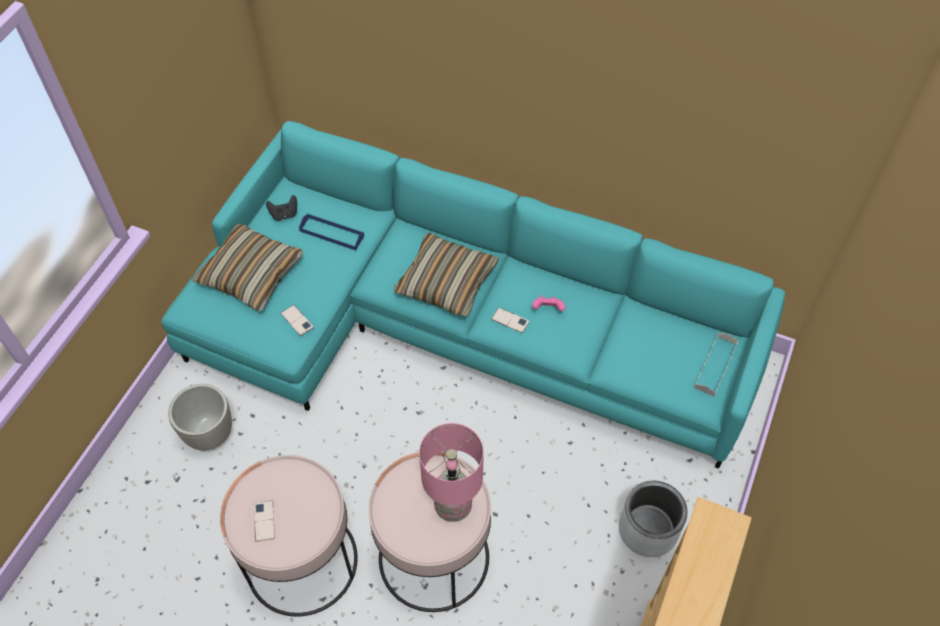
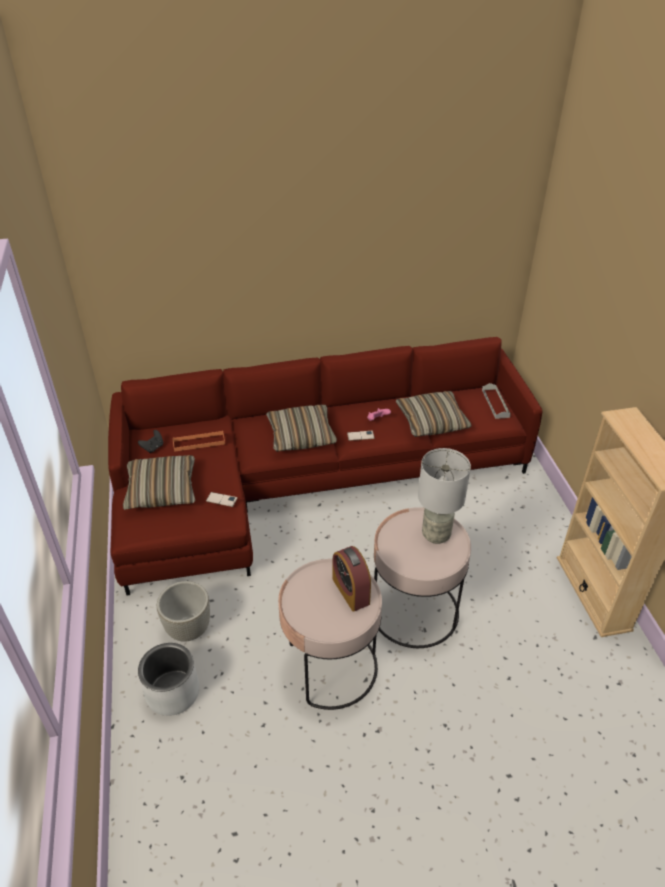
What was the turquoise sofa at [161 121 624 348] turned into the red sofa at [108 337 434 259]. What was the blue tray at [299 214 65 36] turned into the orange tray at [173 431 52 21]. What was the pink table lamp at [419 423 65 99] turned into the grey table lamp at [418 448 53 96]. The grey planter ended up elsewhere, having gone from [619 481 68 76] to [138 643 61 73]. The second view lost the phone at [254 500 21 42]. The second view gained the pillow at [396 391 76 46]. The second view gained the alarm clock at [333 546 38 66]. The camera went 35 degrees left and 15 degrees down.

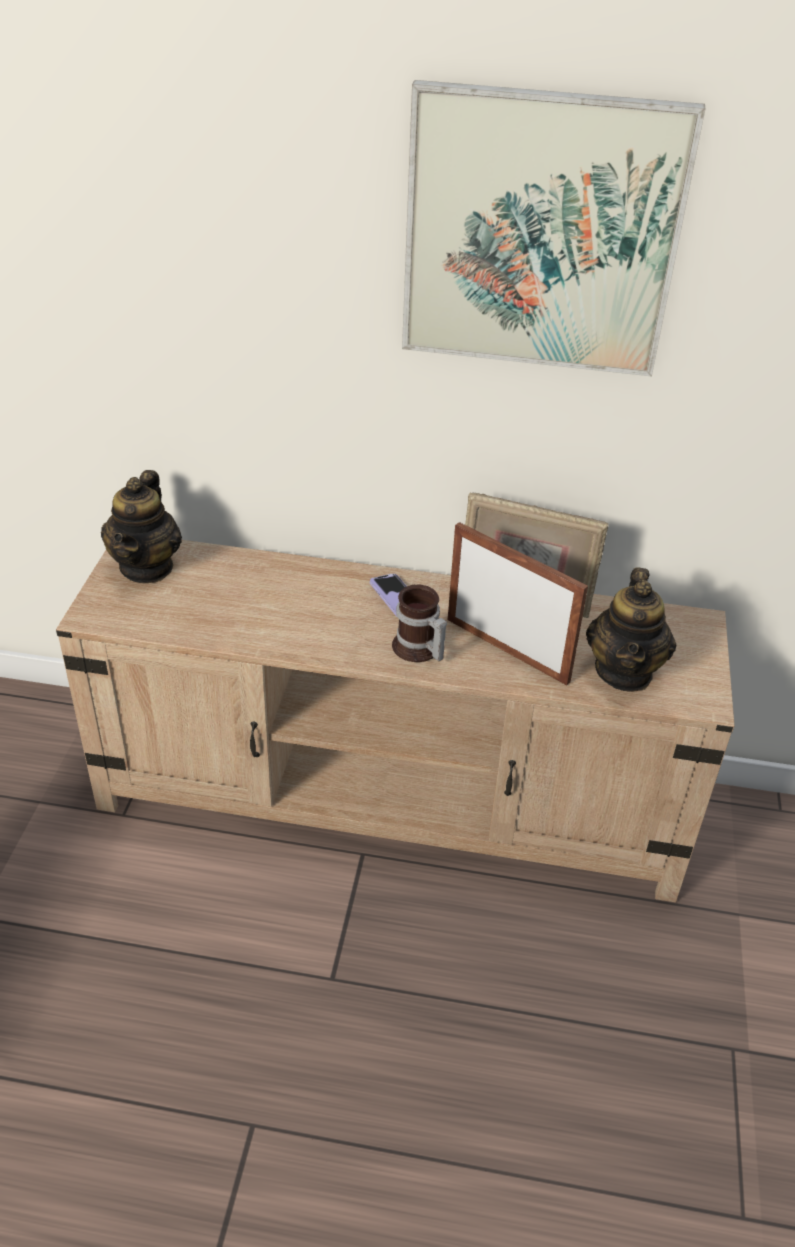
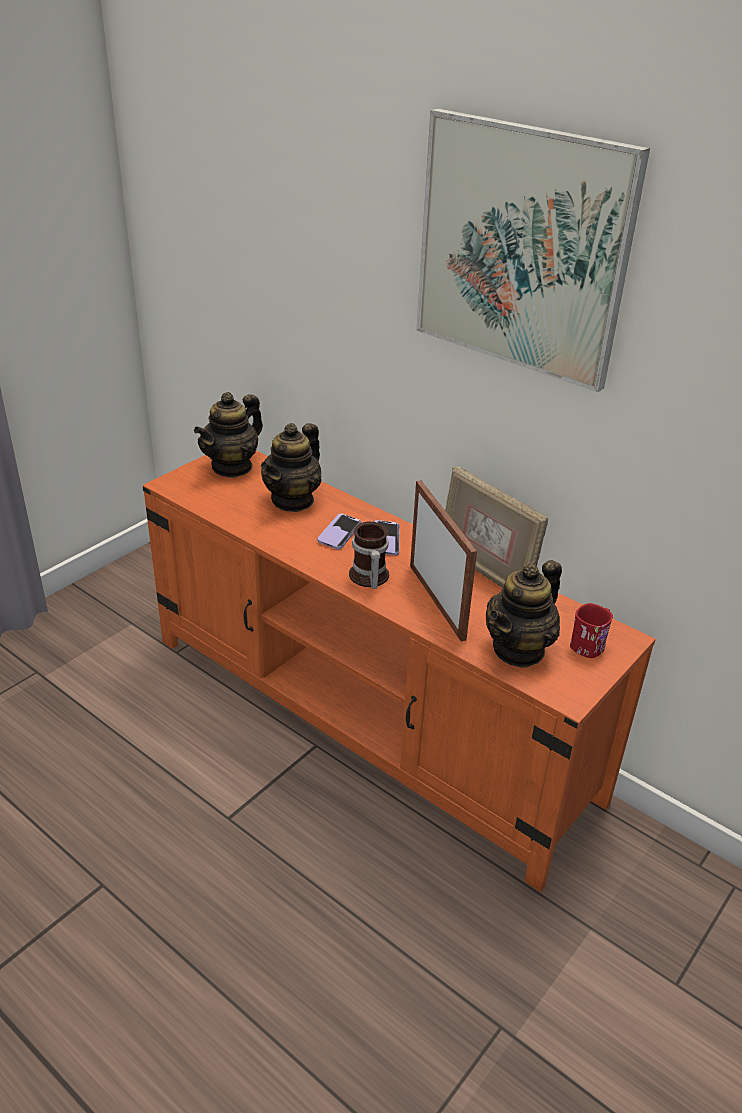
What was the beige tv stand at [56 540 679 362] turned into the orange tv stand at [143 451 513 441]. The second view gained the teapot at [261 423 61 89]. The second view gained the phone at [317 514 44 35]. The second view gained the red mug at [570 603 43 55]. The camera went 30 degrees right and 5 degrees down.

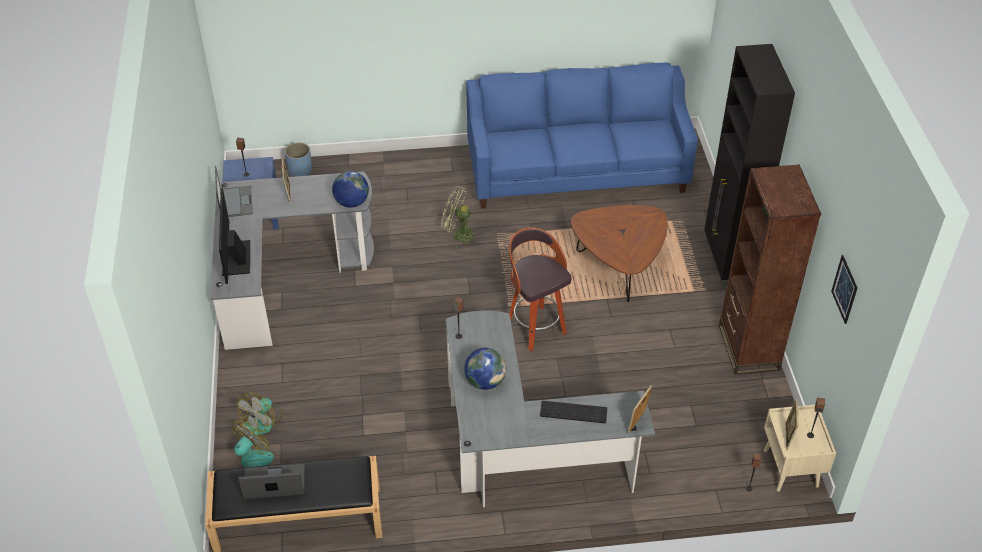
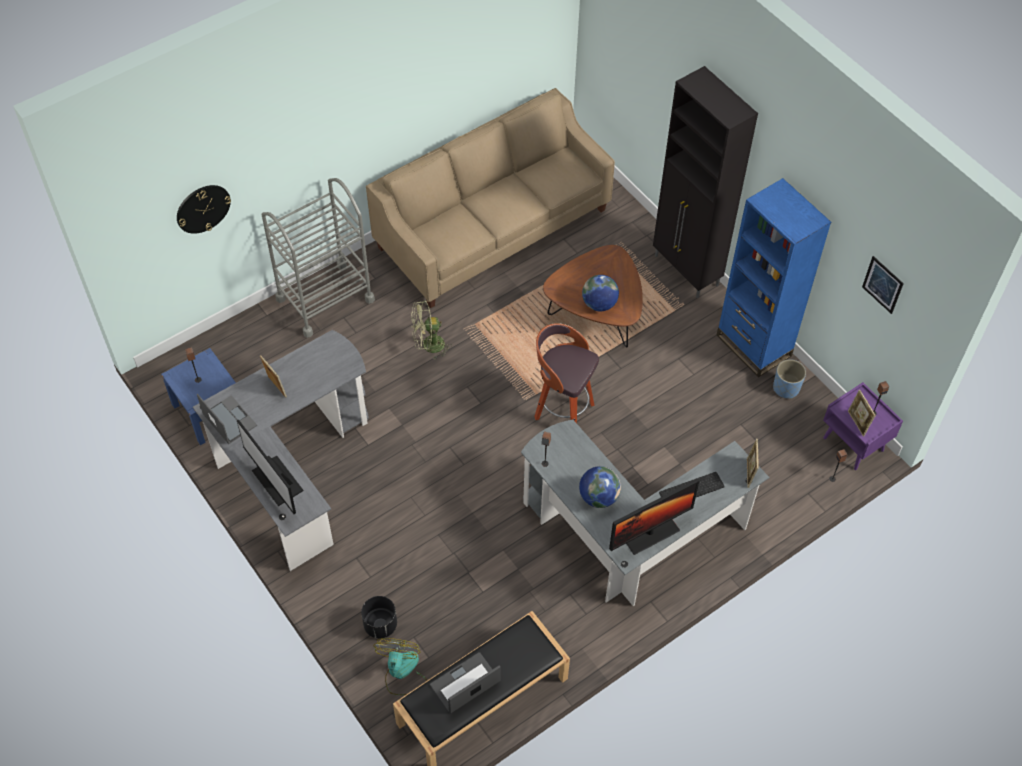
What was the blue sofa at [466 62 232 147] turned into the beige sofa at [366 88 249 220]. The blue planter ended up elsewhere, having gone from [285 142 27 35] to [773 359 33 40]. What was the brown bookcase at [719 165 102 210] turned into the blue bookcase at [717 178 114 200]. The globe ended up elsewhere, having gone from [332 171 37 37] to [582 275 37 36]. Where the fan stood at [237 393 45 42], the black planter came to stand at [361 596 36 42]. What was the beige nightstand at [764 405 72 86] turned into the purple nightstand at [823 382 80 88]. The second view gained the grey cart at [261 178 114 160]. The second view gained the wall clock at [177 185 54 49]. The second view gained the monitor at [609 479 90 76]. The camera went 30 degrees left and 10 degrees up.

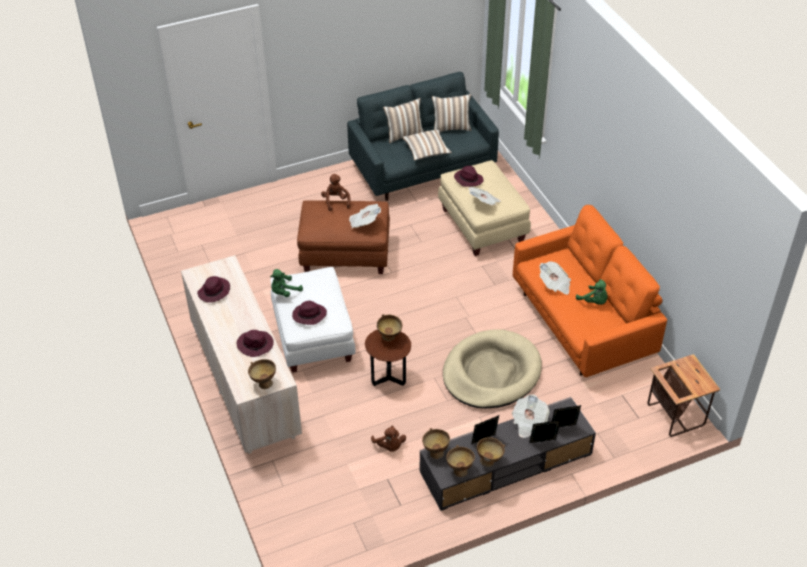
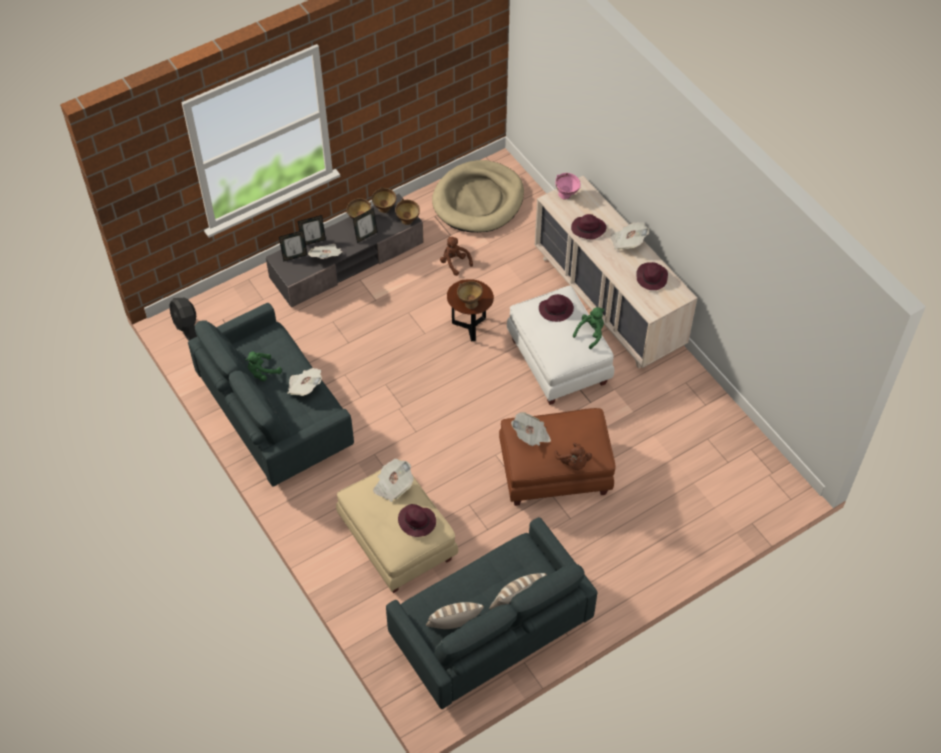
The second view lost the pillow at [402 130 50 31]. What was the orange sofa at [513 205 154 172] turned into the grey sofa at [188 303 166 184]. The green plush toy at [576 279 32 26] ended up facing another way, 75 degrees counterclockwise from before. The beige dog bed ended up elsewhere, having gone from [443 329 99 79] to [432 160 92 73]. Where the side table stood at [647 354 73 83], the black fan came to stand at [169 298 28 43]. What was the brown bowl at [248 359 28 30] turned into the pink bowl at [555 173 26 26]. The second view gained the newspaper at [611 222 38 28]. The camera went 170 degrees right and 10 degrees up.

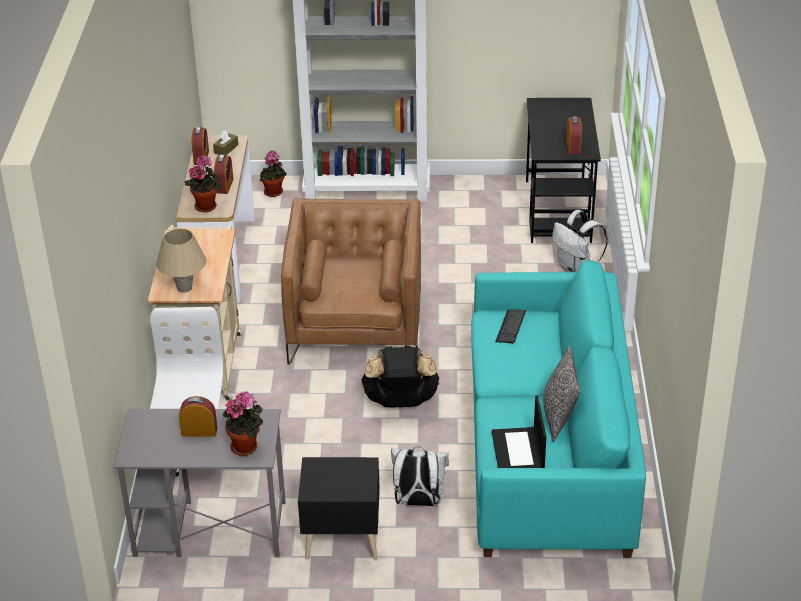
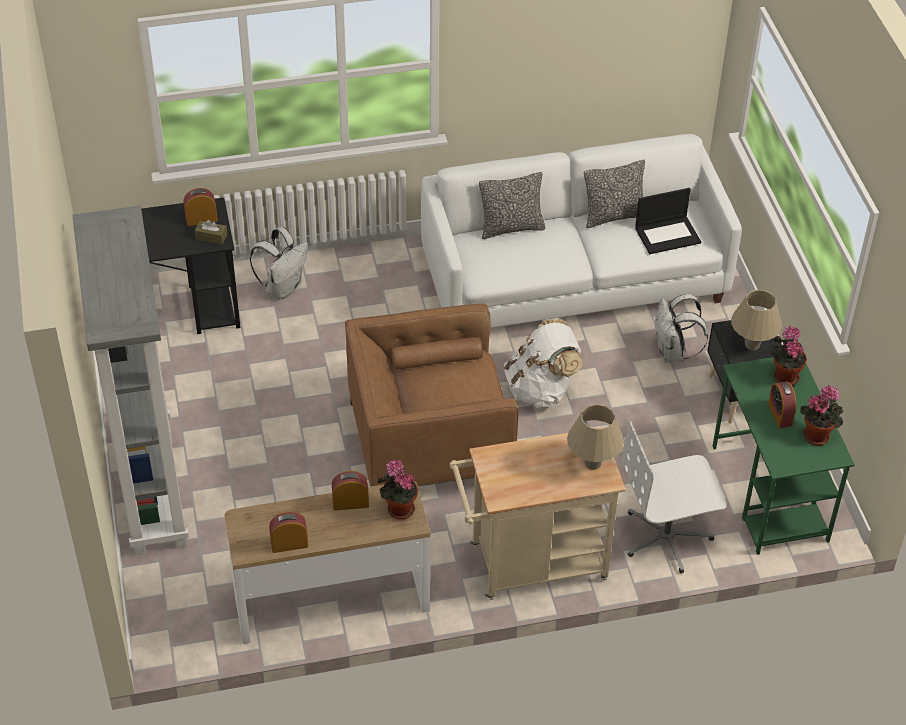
The brown tissue box ended up elsewhere, having gone from [213 131 25 24] to [195 220 32 24]. The potted plant ended up elsewhere, having gone from [260 150 26 47] to [800 385 43 60]. What was the turquoise sofa at [471 260 175 298] turned into the white sofa at [421 134 321 194]. The second view lost the keyboard at [495 309 31 35]. What was the black backpack at [361 345 78 62] turned into the white backpack at [504 319 78 89]. What was the grey desk at [114 409 172 148] turned into the green desk at [713 357 142 198]. The second view gained the pillow at [479 172 66 67]. The second view gained the beige table lamp at [731 290 51 60]. The camera went 105 degrees left and 10 degrees up.

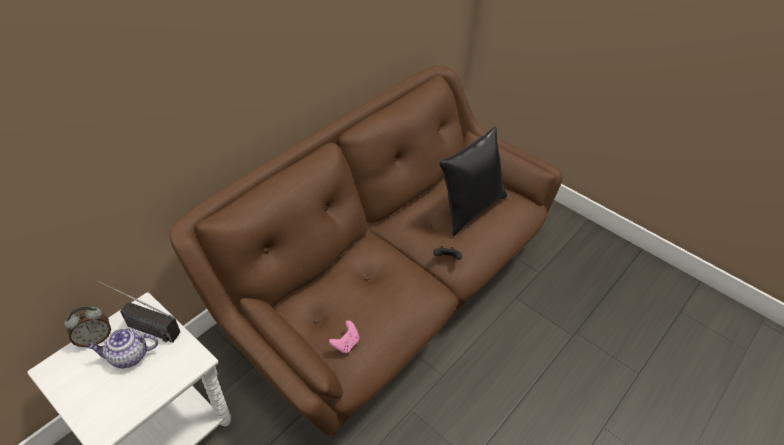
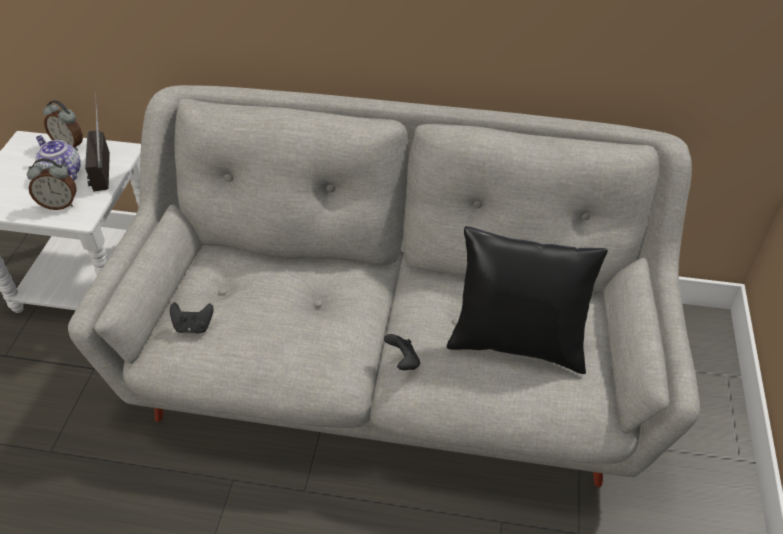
What was the brown sofa at [170 65 393 371] turned into the grey sofa at [68 85 632 402]. What was the pink game controller at [329 320 30 33] turned into the black game controller at [170 302 44 32]. The second view gained the alarm clock at [27 158 50 52]. The camera went 60 degrees right and 0 degrees up.

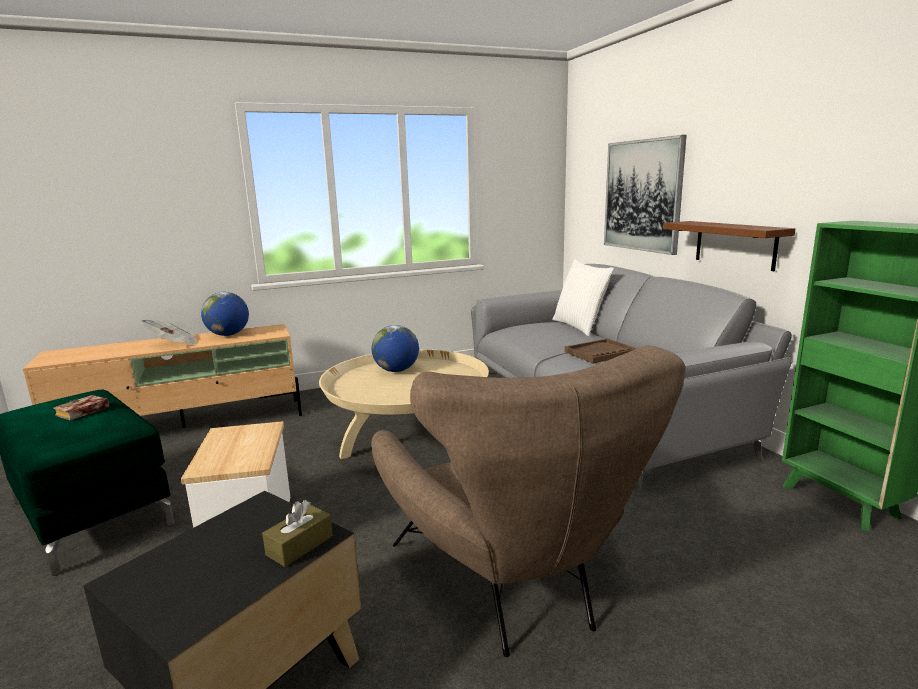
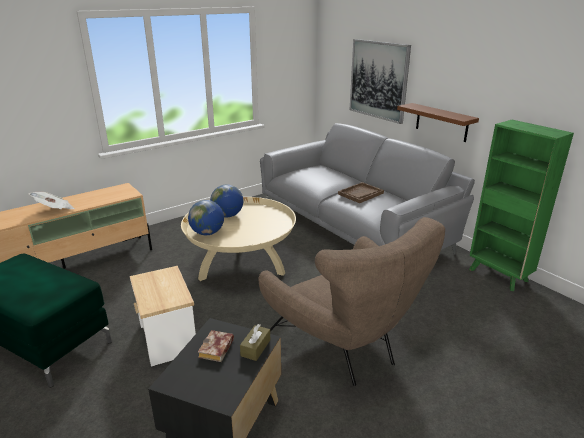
The second view lost the white pillow at [552 259 62 77]. The globe ended up elsewhere, having gone from [201 292 48 44] to [188 200 36 35]. The book ended up elsewhere, having gone from [53 395 56 26] to [198 330 36 32]. The camera went 15 degrees left and 10 degrees up.

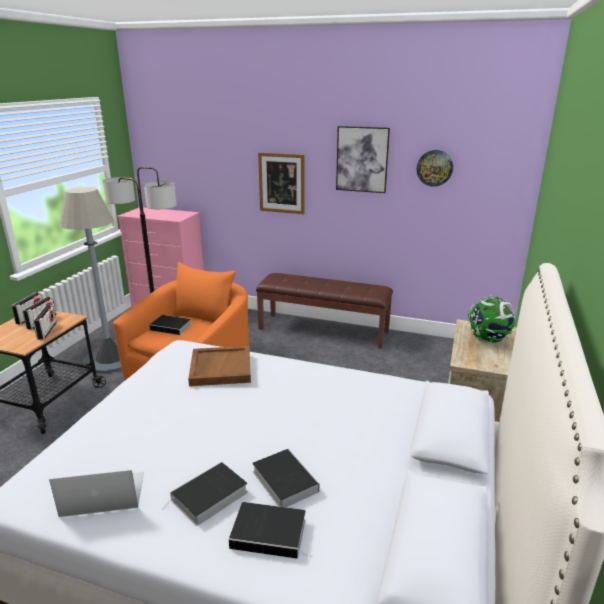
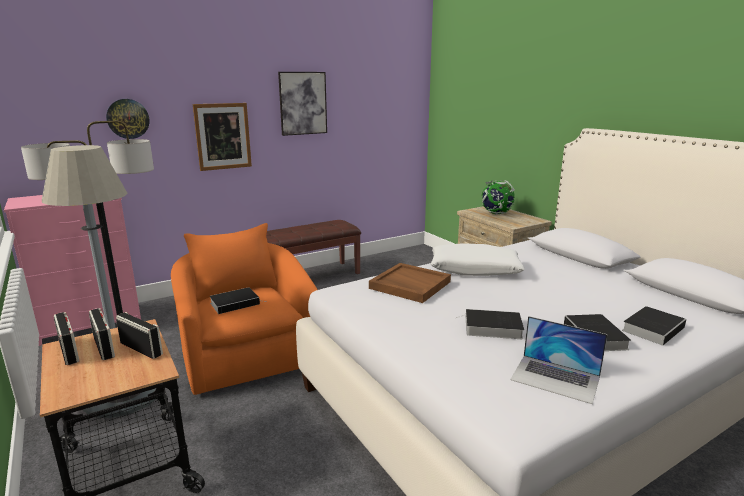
The wall clock ended up elsewhere, having gone from [417 150 36 37] to [106 99 44 40]. The book ended up elsewhere, having gone from [252 449 67 58] to [456 309 68 30]. The laptop at [49 470 95 47] ended up facing another way, 90 degrees counterclockwise from before. The second view gained the white pillow at [431 243 94 33]. The camera went 50 degrees left and 5 degrees down.

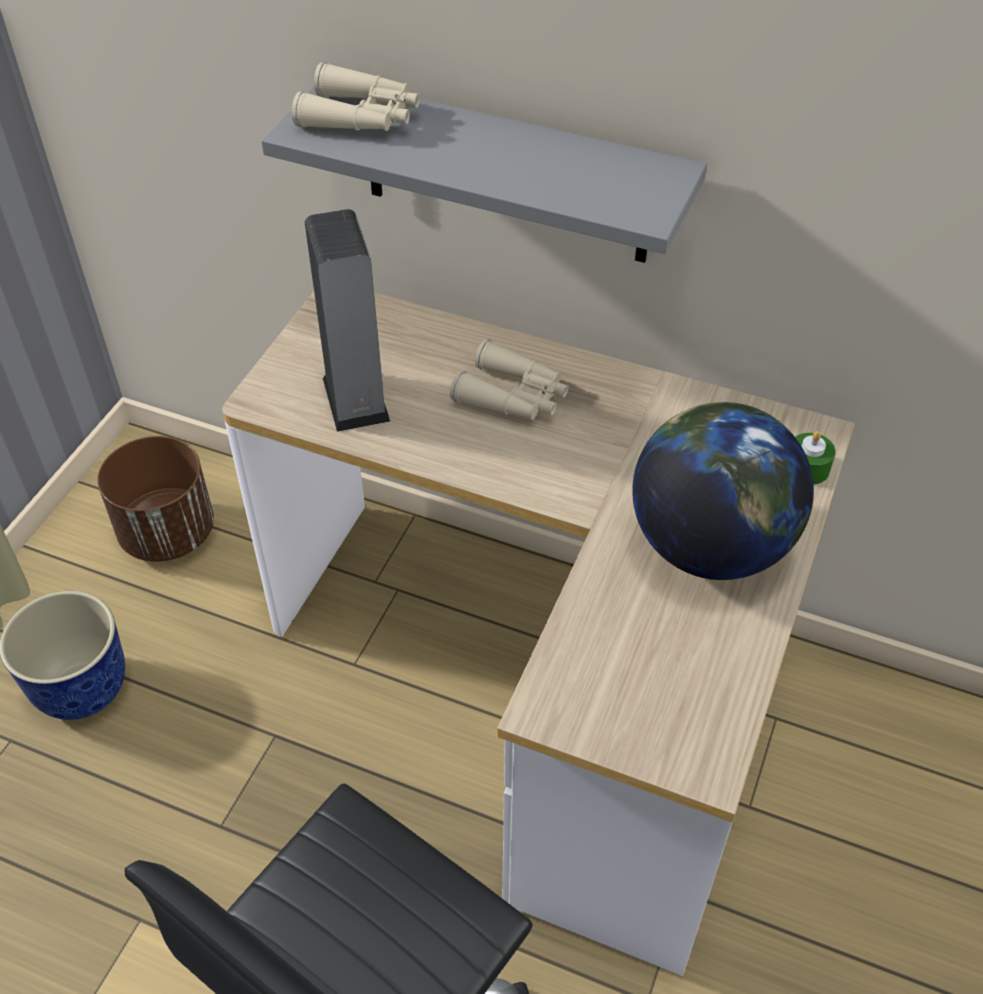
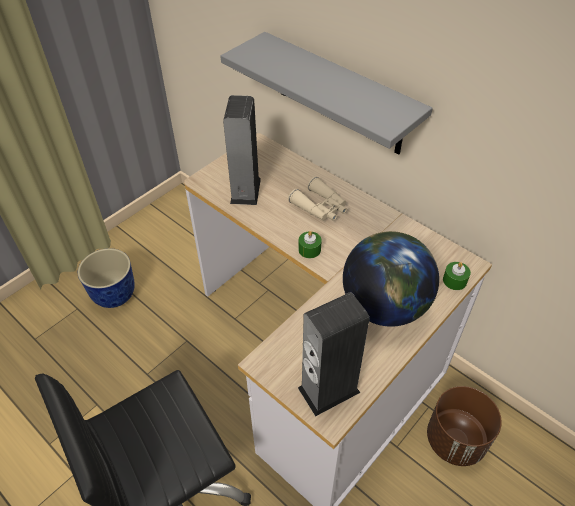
The second view lost the beige binoculars at [292 62 128 69]. The brown planter ended up elsewhere, having gone from [97 436 117 126] to [427 386 75 80]. The second view gained the green candle at [298 231 24 27]. The second view gained the speaker at [298 292 71 125]. The camera went 20 degrees right and 0 degrees up.

